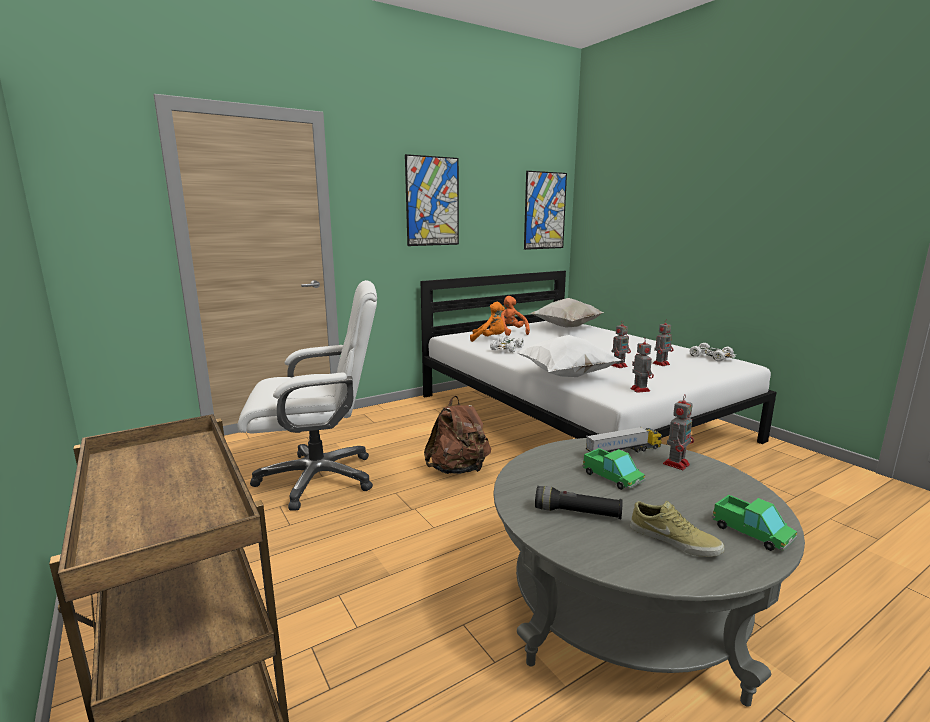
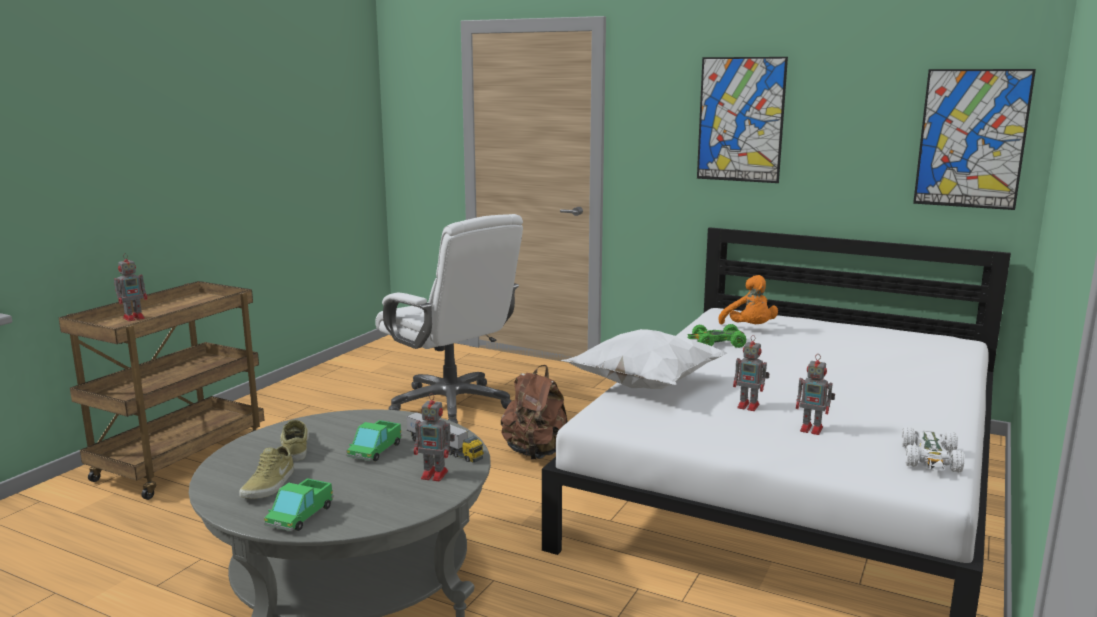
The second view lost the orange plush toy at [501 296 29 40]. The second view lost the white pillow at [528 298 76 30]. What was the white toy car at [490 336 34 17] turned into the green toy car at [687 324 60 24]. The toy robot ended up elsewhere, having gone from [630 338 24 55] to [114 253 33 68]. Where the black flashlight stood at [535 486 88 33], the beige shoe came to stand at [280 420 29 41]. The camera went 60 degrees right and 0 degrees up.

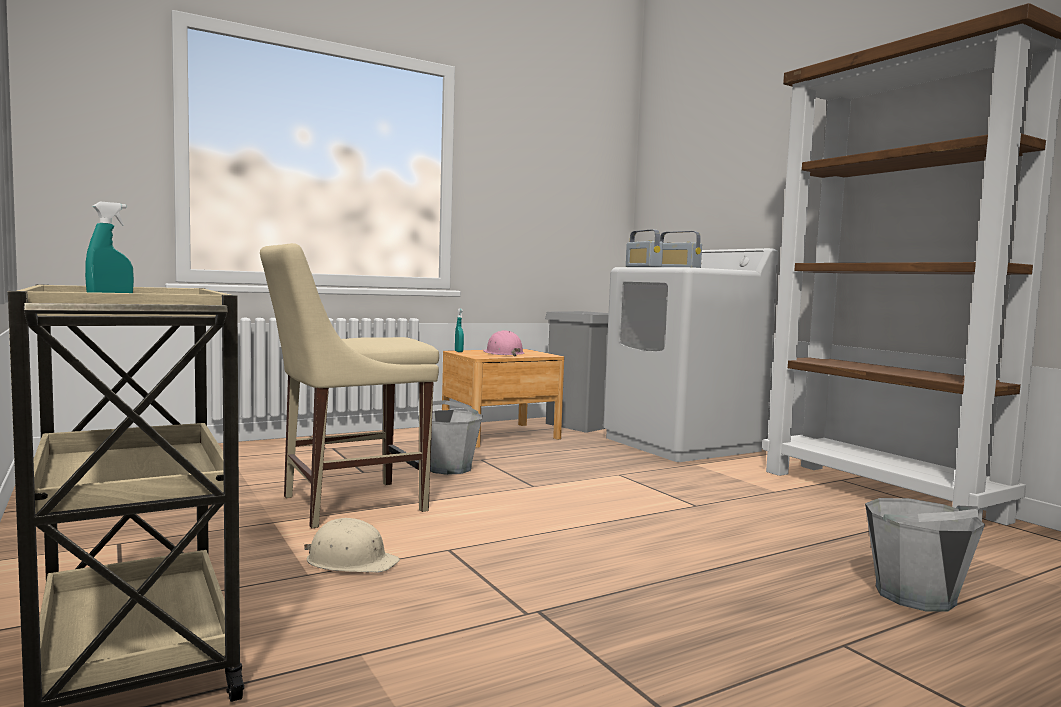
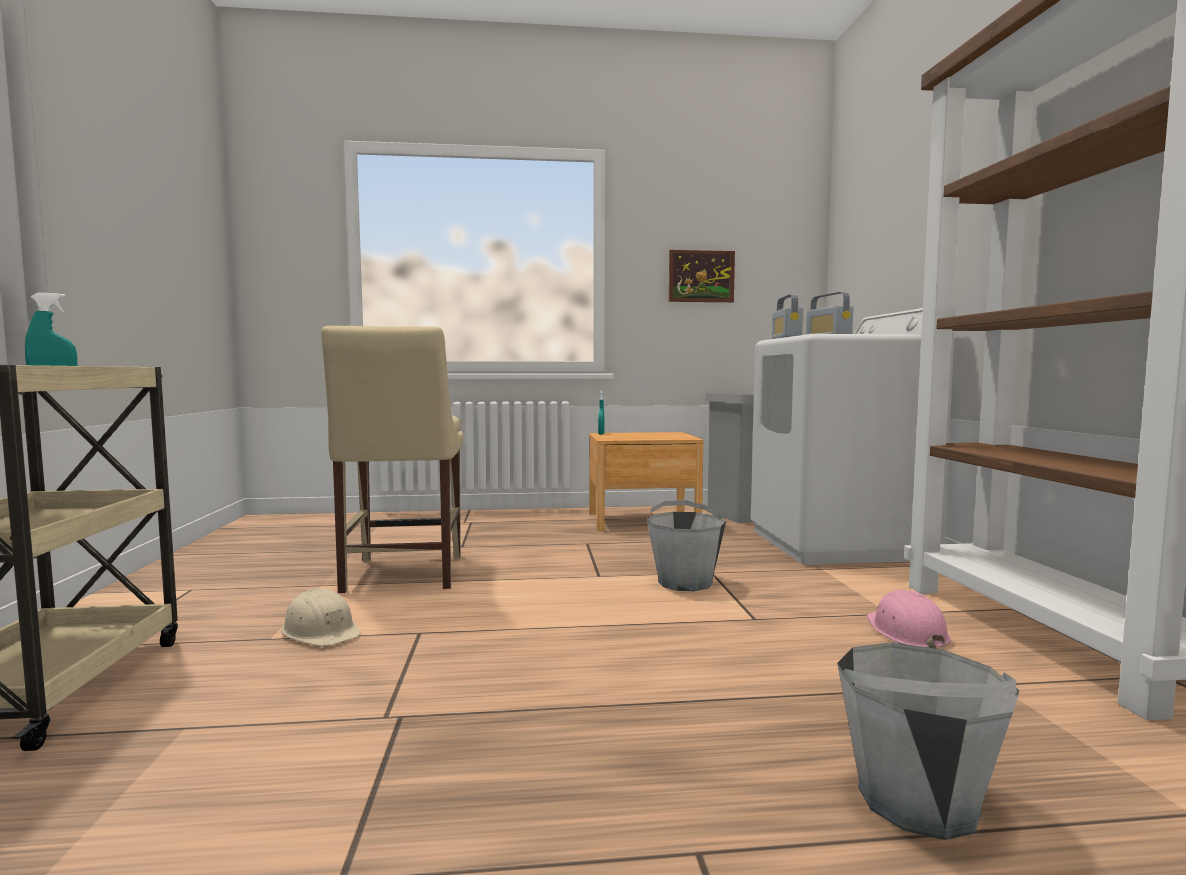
The beige chair at [260 243 179 285] ended up facing another way, 90 degrees counterclockwise from before. The pink hard hat ended up elsewhere, having gone from [483 330 41 27] to [867 590 84 58]. The grey bucket ended up elsewhere, having gone from [418 400 65 75] to [646 500 80 91]. The second view gained the picture at [669 250 66 52]. The camera went 25 degrees right and 0 degrees up.

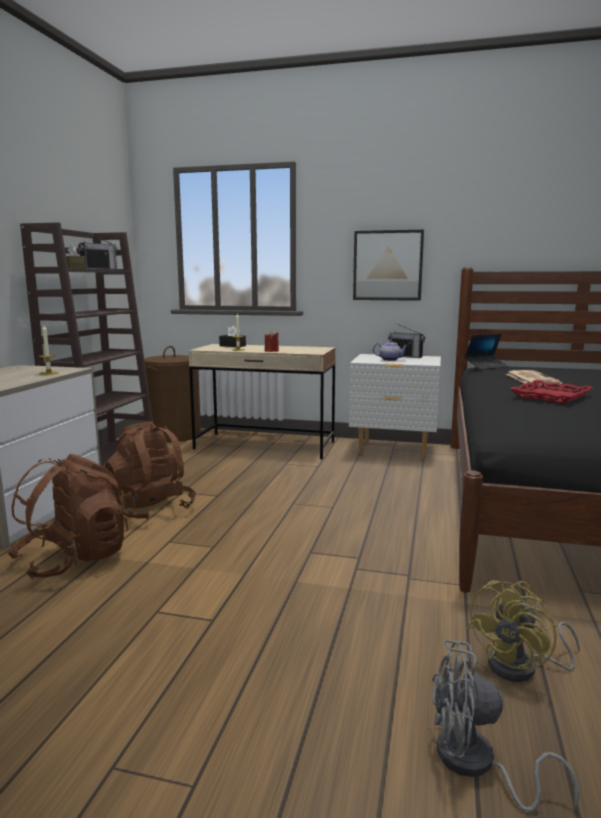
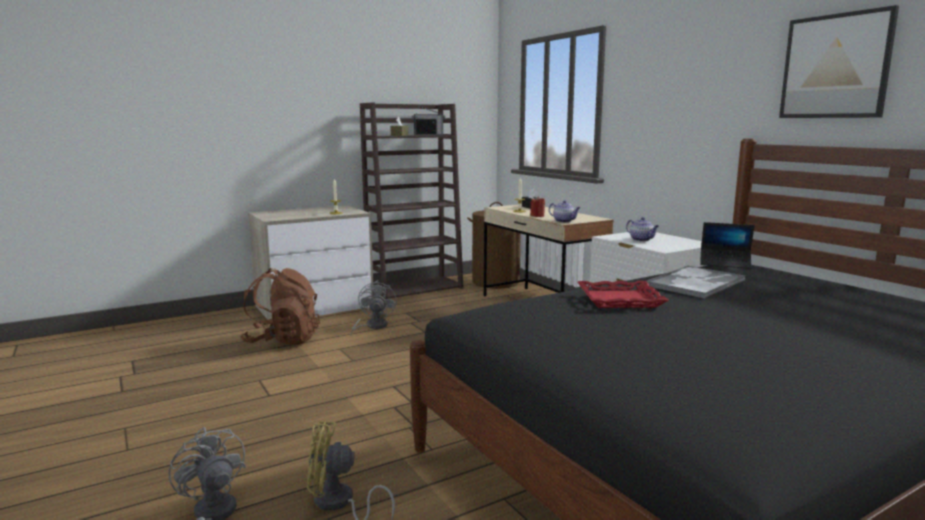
The picture ended up elsewhere, having gone from [353 230 71 71] to [779 5 120 113]. The second view lost the radio at [388 323 37 35]. Where the newspaper stood at [506 370 57 15], the tray came to stand at [646 265 99 33]. Where the brown backpack stood at [105 421 91 99], the grey fan came to stand at [350 280 46 55]. The second view gained the teapot at [549 200 32 23]. The camera went 45 degrees right and 0 degrees up.

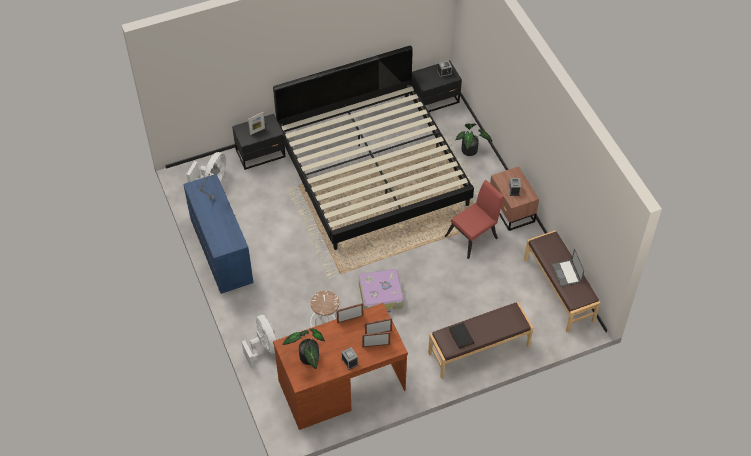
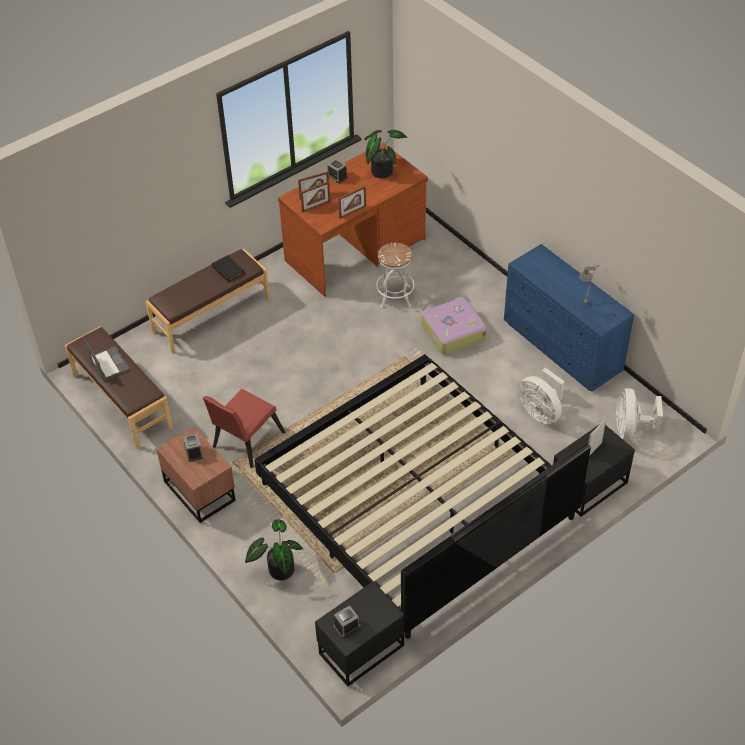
The suitcase ended up elsewhere, having gone from [359 269 45 44] to [421 297 66 58]. The white fan ended up elsewhere, having gone from [242 315 36 53] to [518 368 47 56]. The camera went 165 degrees right and 5 degrees down.

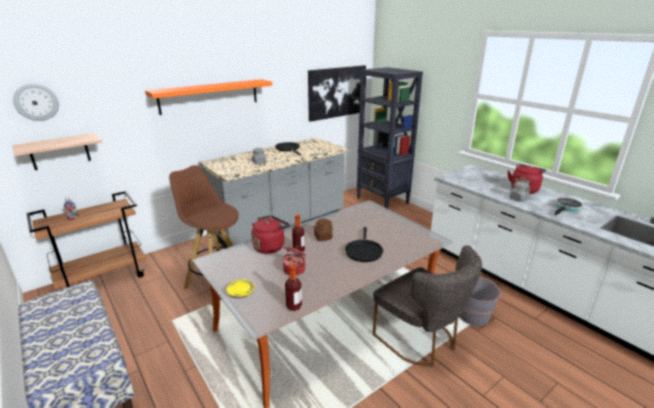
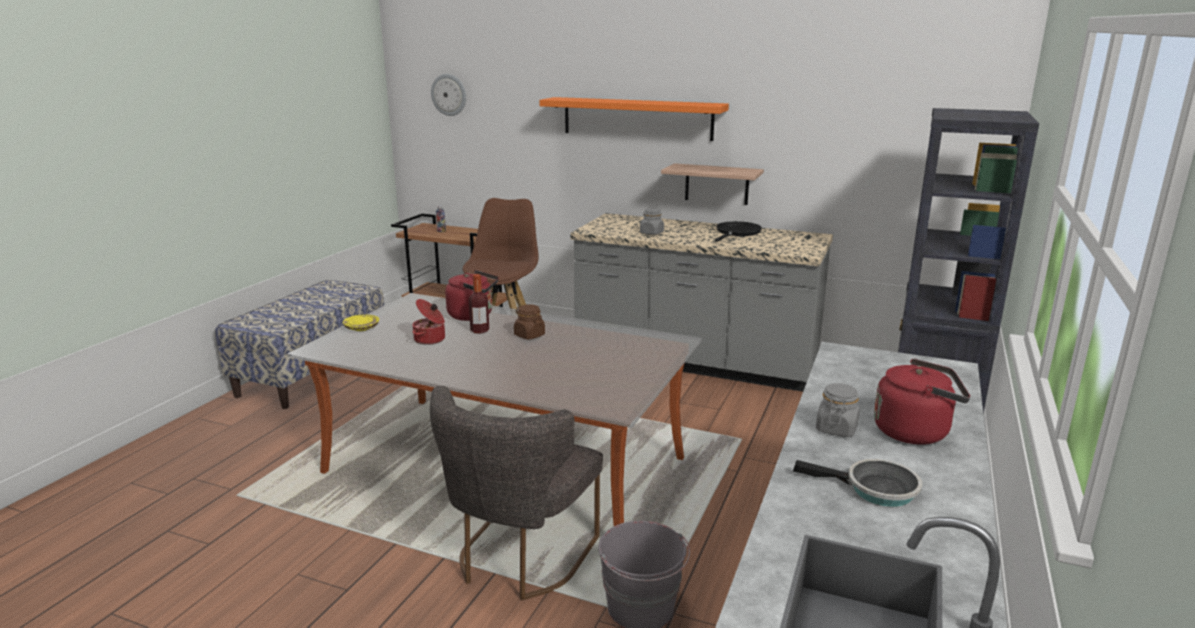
The second view lost the picture at [308 65 58 57]. The shelf ended up elsewhere, having gone from [13 133 89 37] to [661 163 103 42]. The second view lost the black frying pan at [345 227 38 35]. The second view lost the bottle at [285 264 17 47]. The camera went 60 degrees right and 5 degrees down.

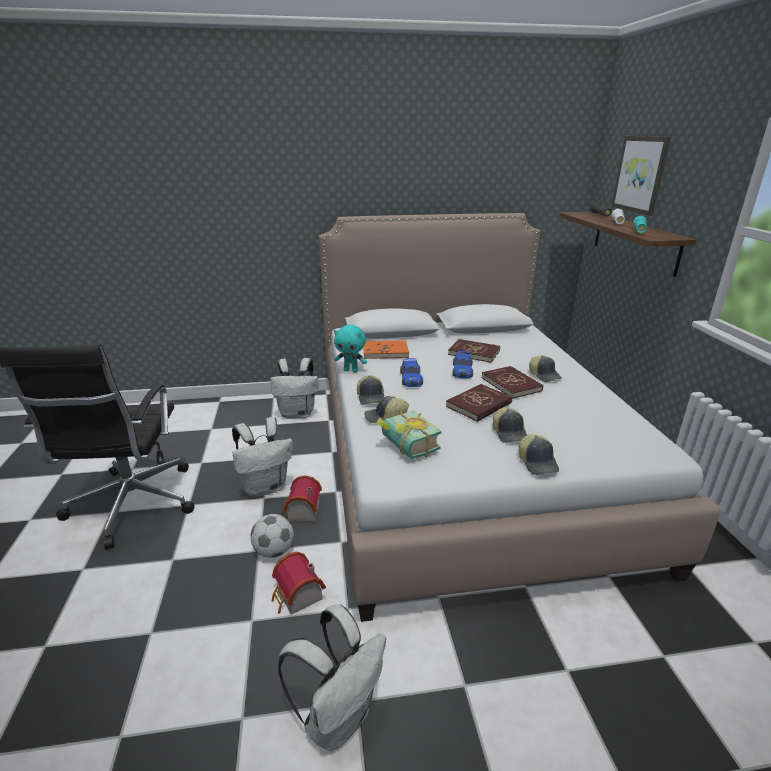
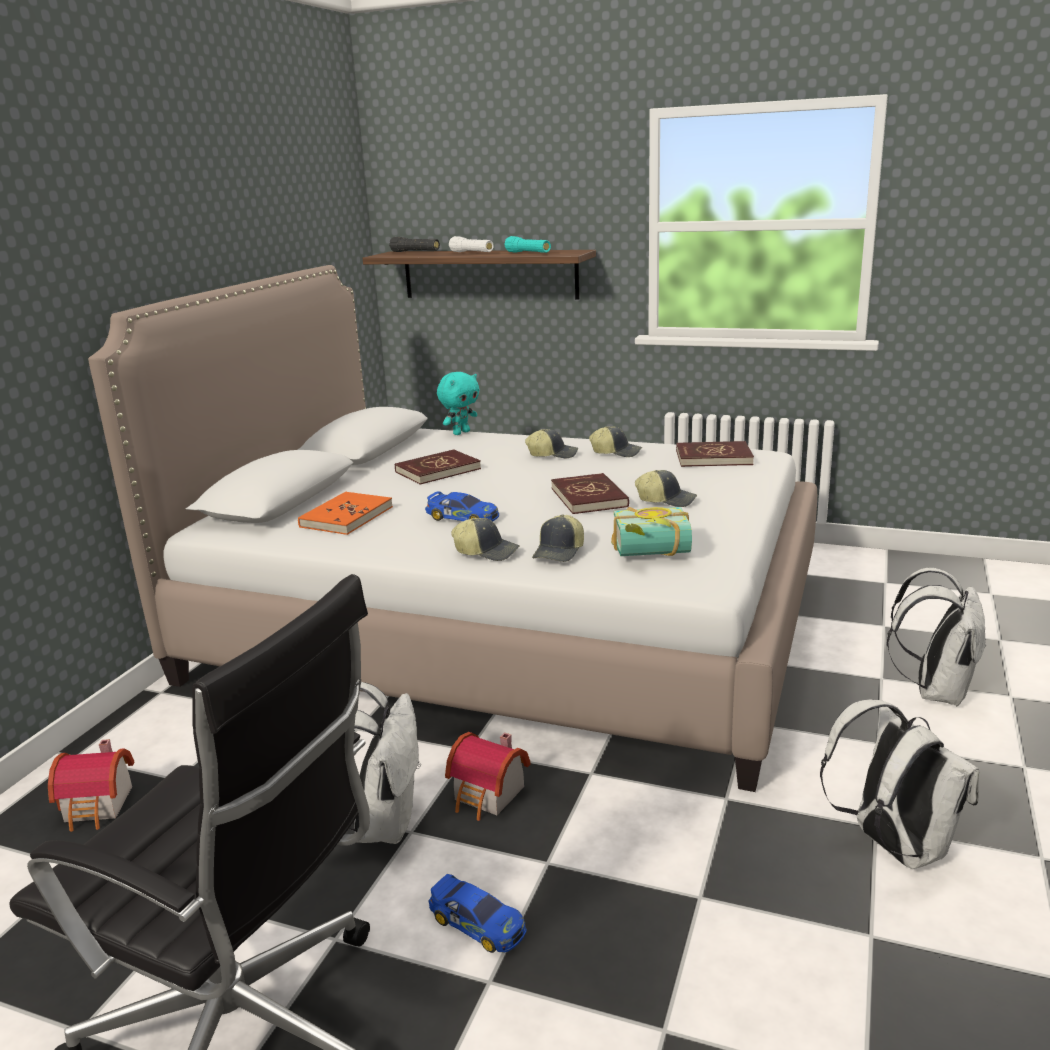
The second view lost the picture at [612 136 59 80]. The turquoise plush toy ended up elsewhere, having gone from [334 325 33 47] to [437 372 43 63]. The toy car ended up elsewhere, having gone from [452 351 21 27] to [428 874 99 79]. The white backpack ended up elsewhere, having gone from [270 358 48 61] to [887 568 99 138]. The red book ended up elsewhere, having gone from [481 366 62 33] to [676 441 78 26]. The cap ended up elsewhere, having gone from [519 434 40 41] to [589 426 53 31]. The second view lost the football at [250 514 44 44]. The toy house ended up elsewhere, having gone from [272 551 54 64] to [48 739 87 93]. The camera went 60 degrees left and 5 degrees down.

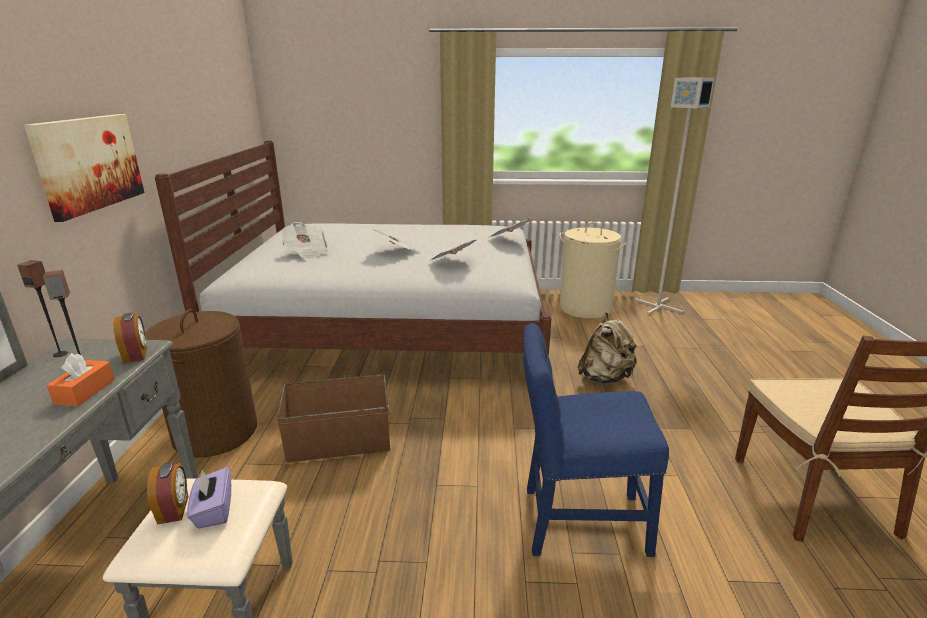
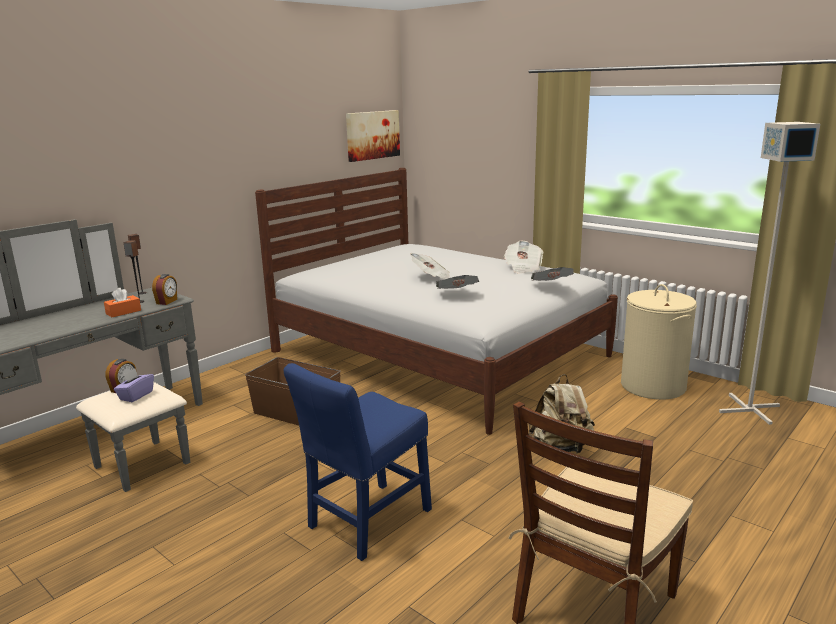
The picture ended up elsewhere, having gone from [24 114 121 108] to [346 110 54 52]. The newspaper ended up elsewhere, having gone from [282 222 46 38] to [504 241 39 33]. The second view lost the brown laundry basket at [145 309 112 148]. The blue chair at [523 323 146 234] ended up facing another way, 90 degrees counterclockwise from before. The camera went 40 degrees right and 5 degrees down.

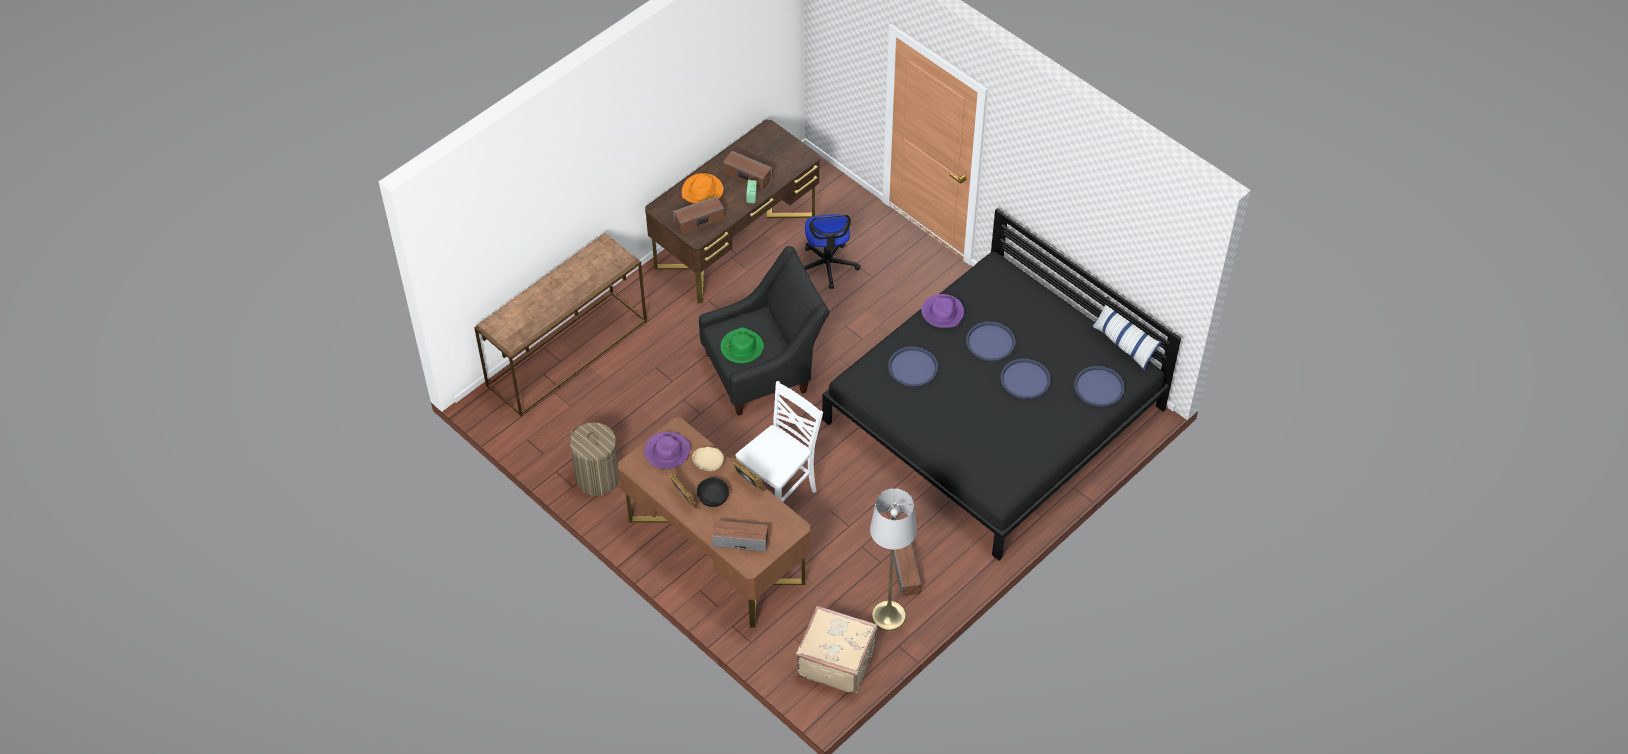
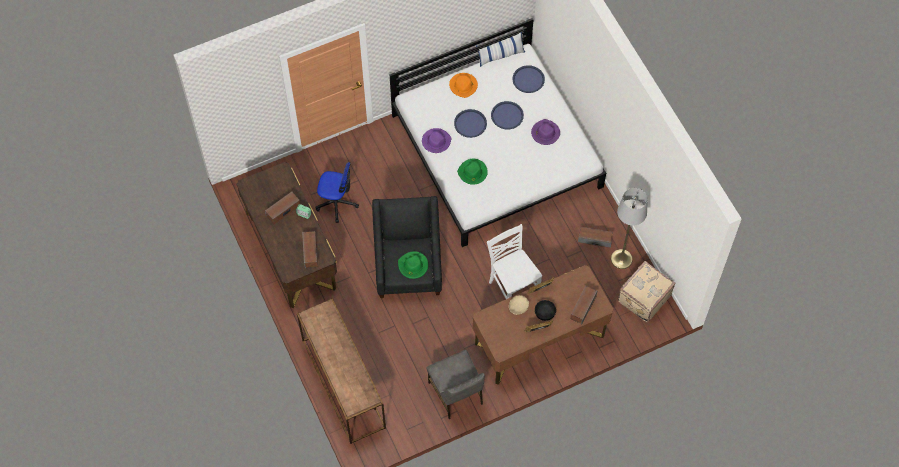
The orange hat ended up elsewhere, having gone from [682 173 41 31] to [449 73 29 25]. What was the black bed at [822 208 359 352] turned into the white bed at [389 18 217 229]. Where the blue tray stood at [888 346 50 41], the green hat came to stand at [457 159 31 26]. Where the laundry basket stood at [570 423 50 73], the grey chair came to stand at [427 350 58 69]. The purple hat ended up elsewhere, having gone from [644 431 47 38] to [531 119 29 26]. The camera went 70 degrees left and 10 degrees up.

